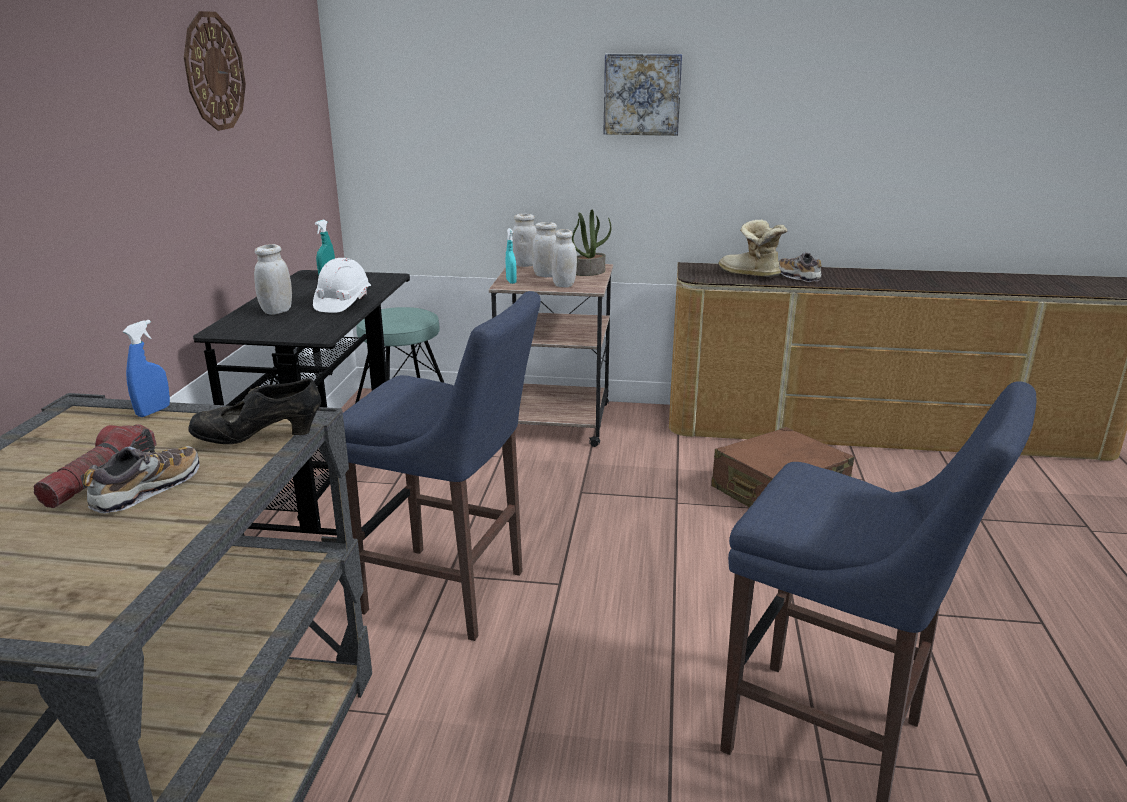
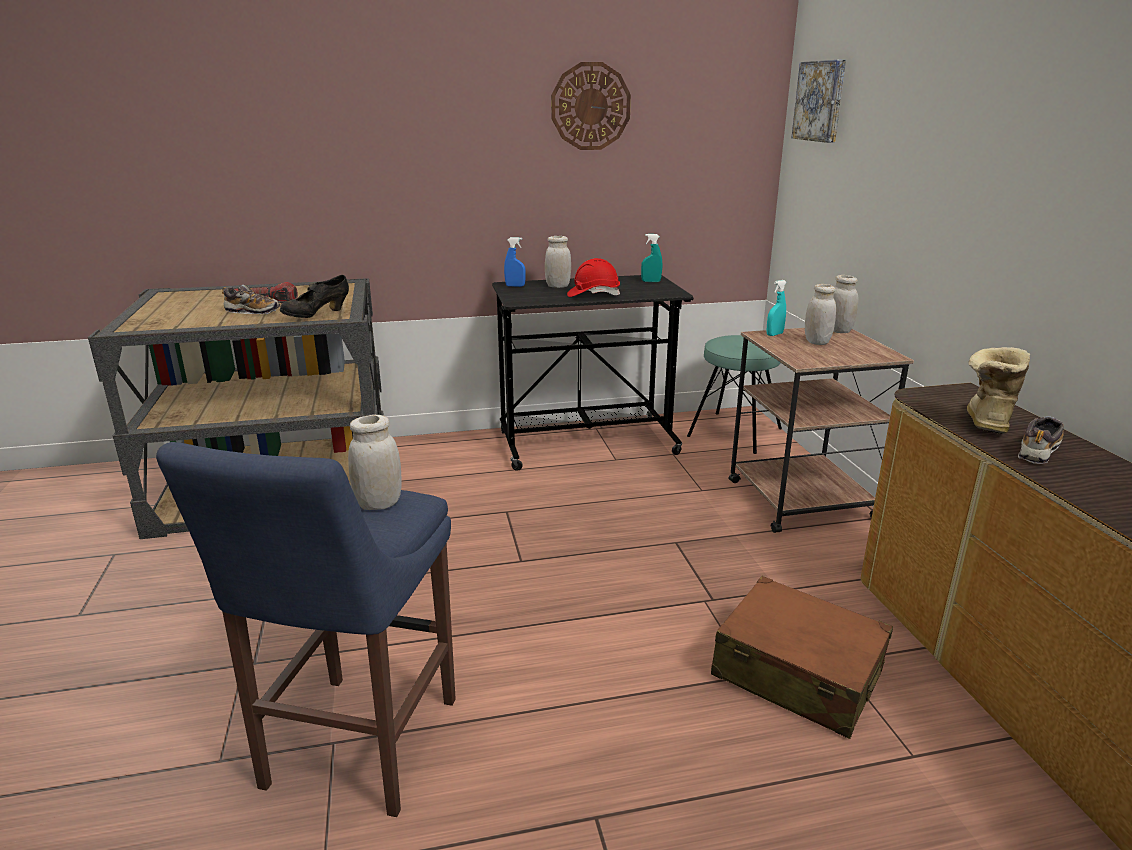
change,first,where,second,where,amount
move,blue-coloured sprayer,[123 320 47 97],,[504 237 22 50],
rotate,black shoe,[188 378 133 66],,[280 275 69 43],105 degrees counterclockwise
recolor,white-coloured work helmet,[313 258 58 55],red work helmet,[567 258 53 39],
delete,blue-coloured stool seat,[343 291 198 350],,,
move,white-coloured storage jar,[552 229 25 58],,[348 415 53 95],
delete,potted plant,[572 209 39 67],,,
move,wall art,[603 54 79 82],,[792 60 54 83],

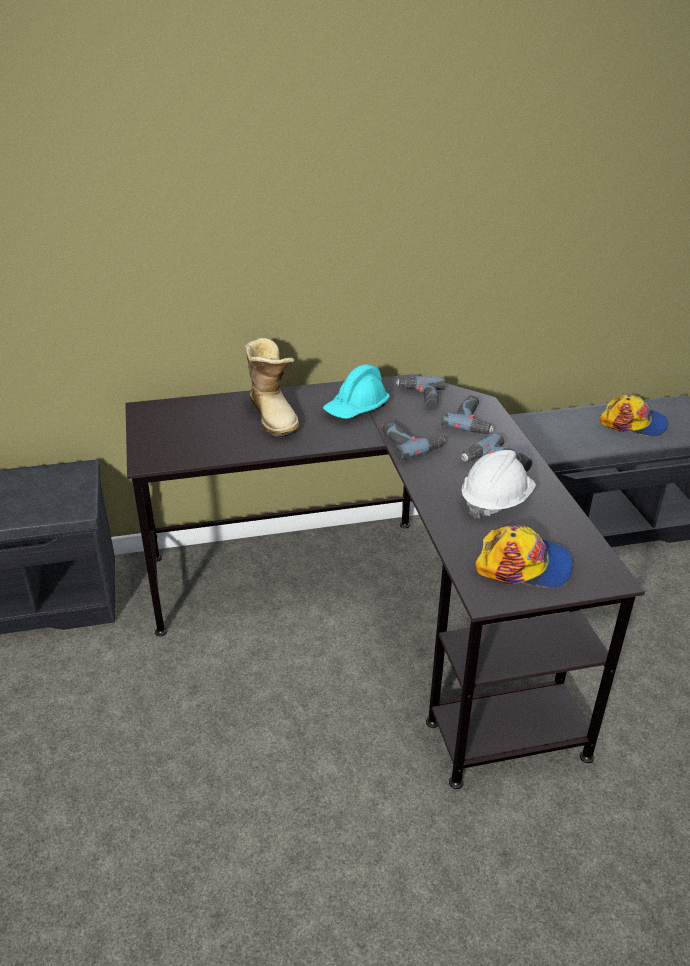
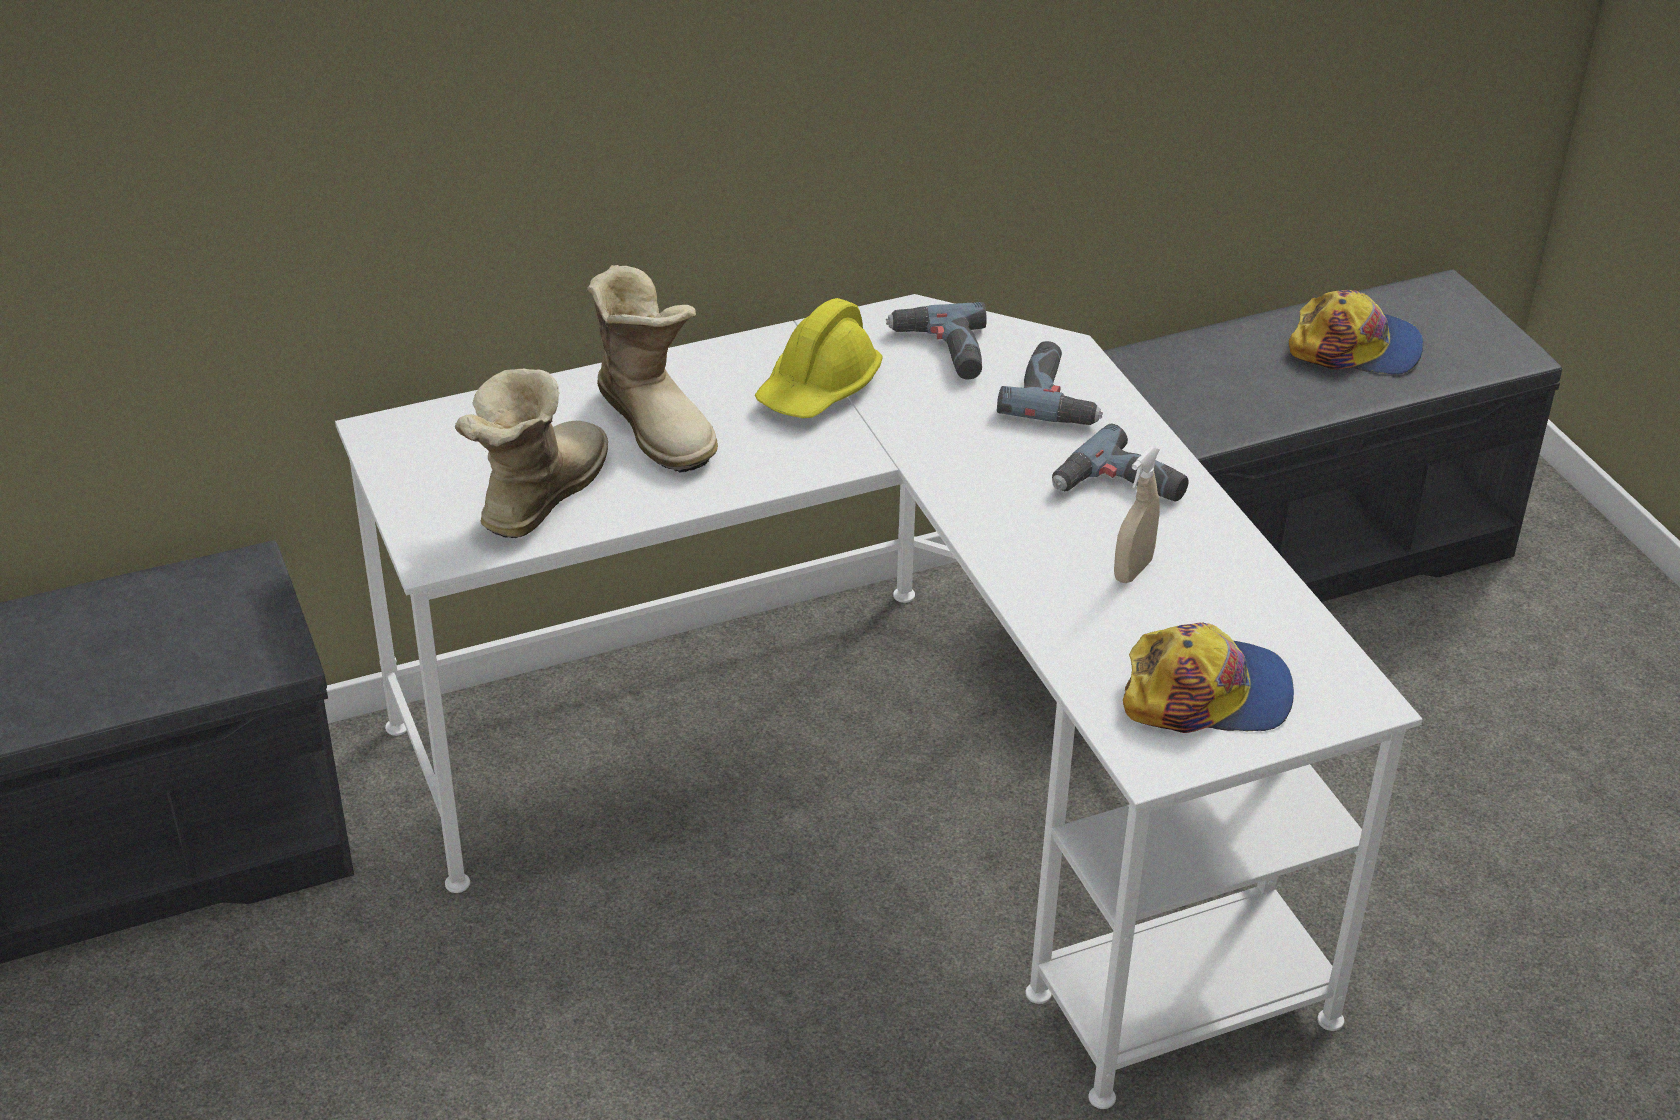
change,first,where,second,where,amount
recolor,black desk unit,[125 374 520 415],white-coloured desk unit,[335 294 1087 815],
recolor,turquoise work helmet,[323 364 67 55],yellow-coloured work helmet,[755 298 128 120],
delete,electric drill,[382 420 63 40],,,
replace,white-coloured work helmet,[461 450 75 69],beige-coloured sprayer,[1114 446 46 137],
insert,,,tall boot,[455 369 153 169],

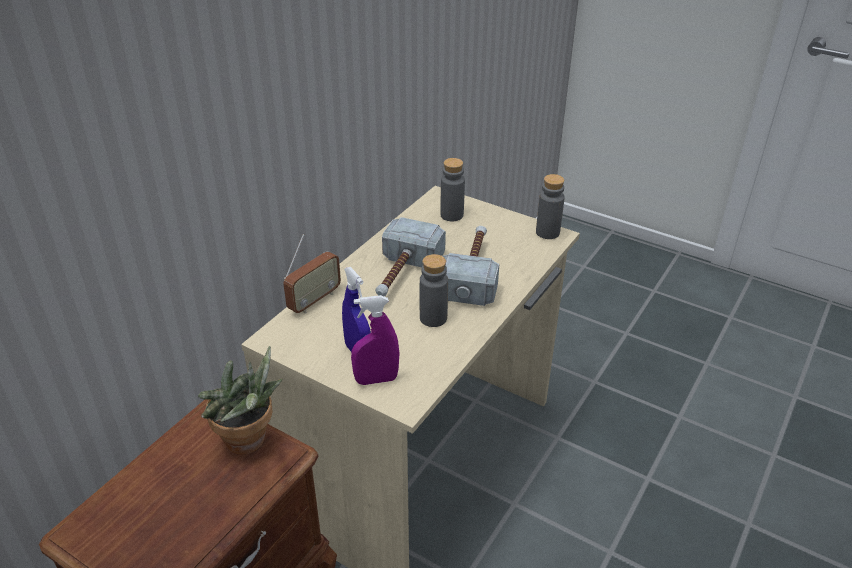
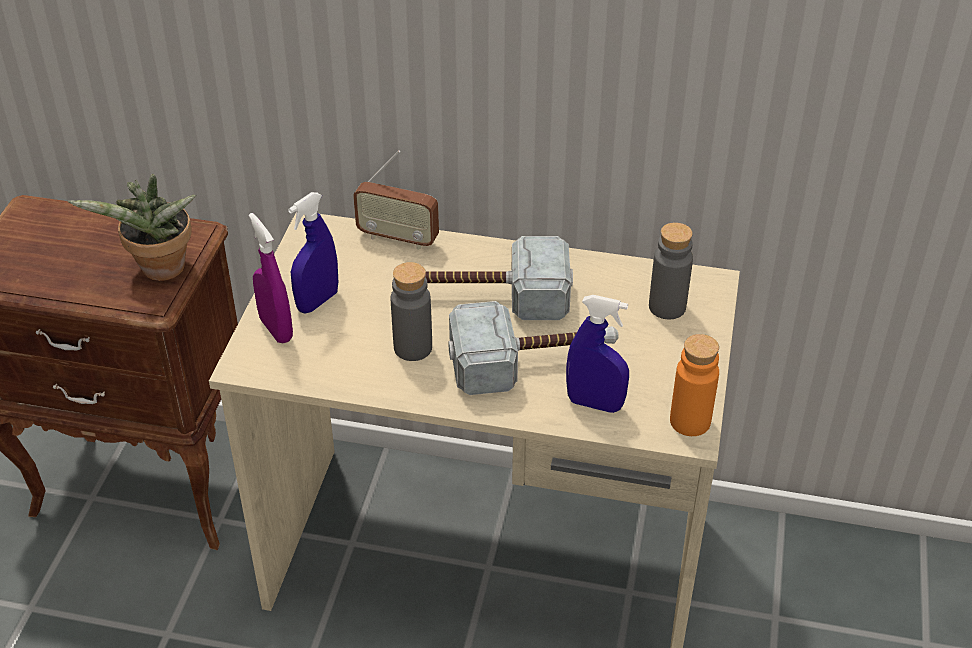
change,first,where,second,where,amount
recolor,gray drink bottle,[536 174 29 65],orange drink bottle,[670 334 49 102],
insert,,,blue-coloured sprayer,[566 295 63 118],

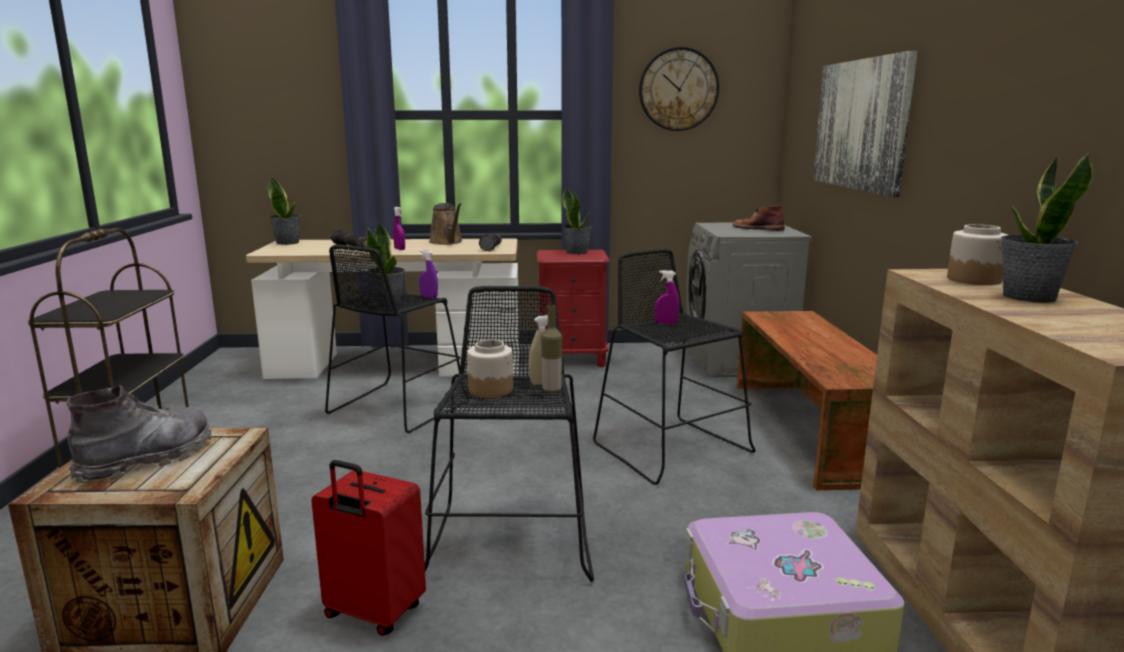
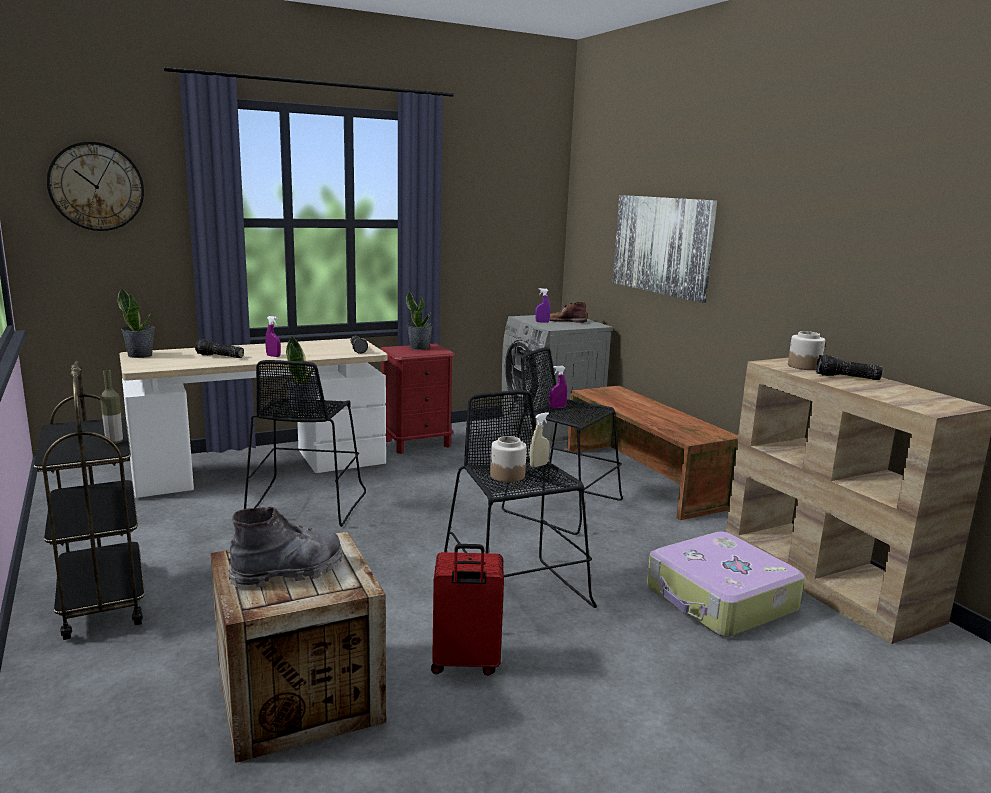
change,first,where,second,where,amount
rotate,gray tall boot,[66 385 146 99],,[228 507 115 80],45 degrees clockwise
move,purple sprayer,[419 250 19 48],,[535 288 16 35],
delete,brown-coloured watering pot,[429 203 34 42],,,
move,drink bottle,[541 305 21 88],,[100 370 23 74],
move,clock on the wall,[639 47 80 84],,[47 142 97 89],
replace,potted plant,[1001 153 93 150],torch,[816 355 67 25],

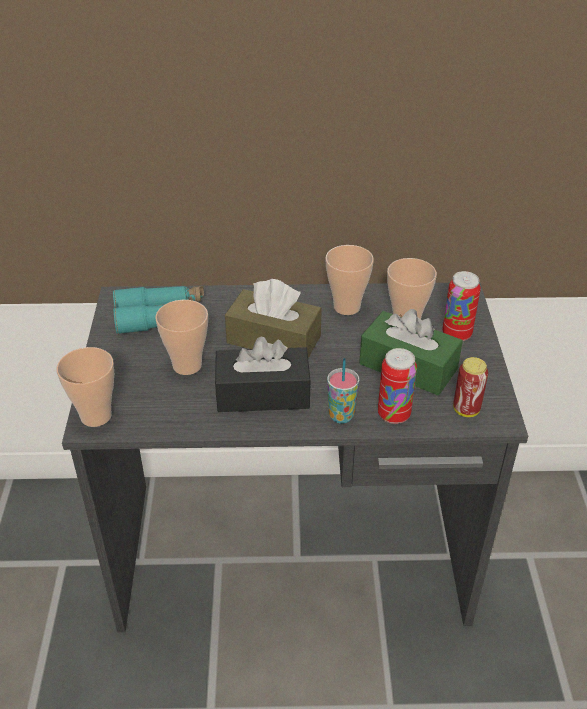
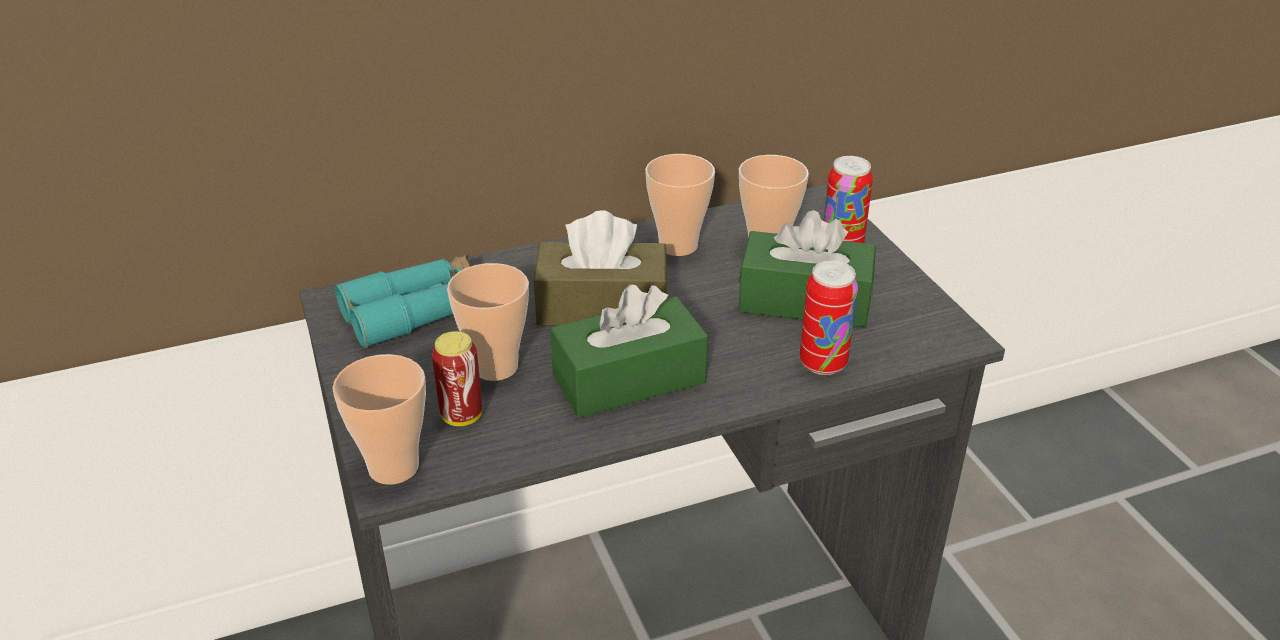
change,first,where,second,where,amount
recolor,black box of tissues,[215 336 96 76],green box of tissues,[550 284 158 134],
delete,small cup,[327 358 33 66],,,
move,metal can,[453 357 35 60],,[432 331 50 95],

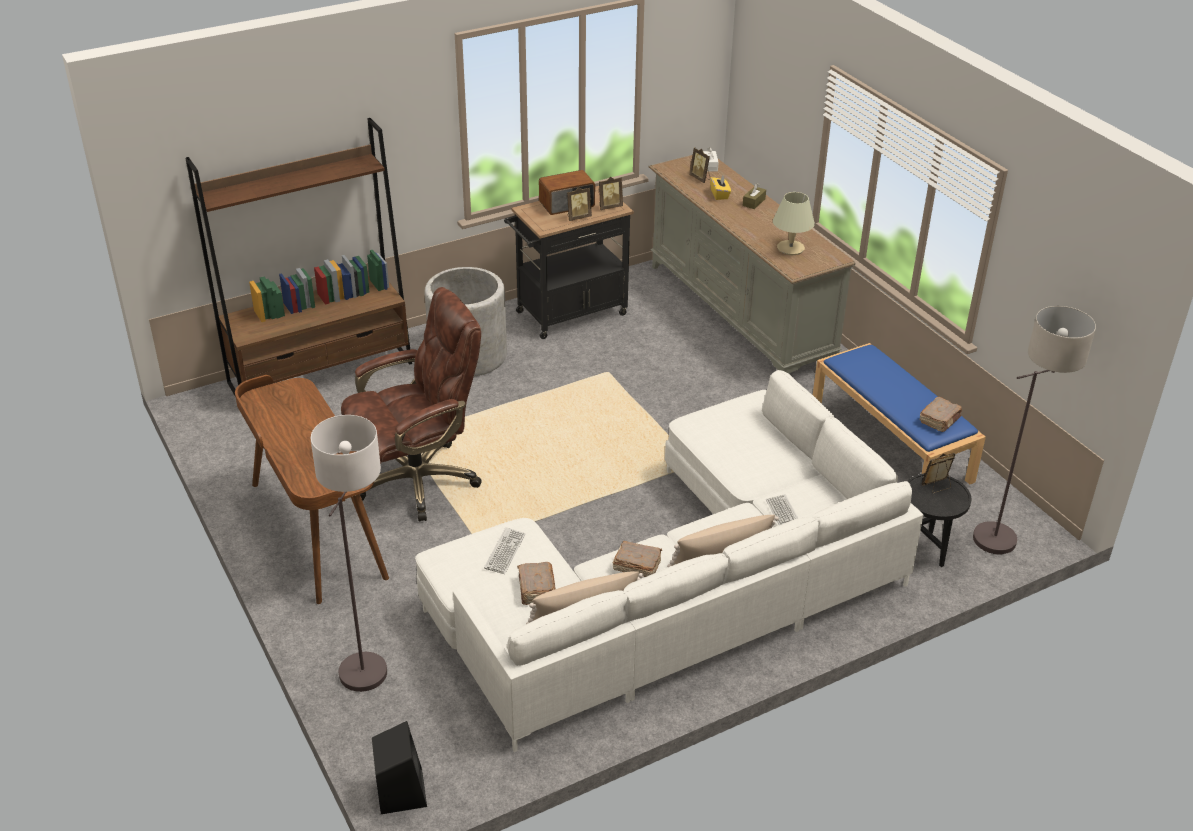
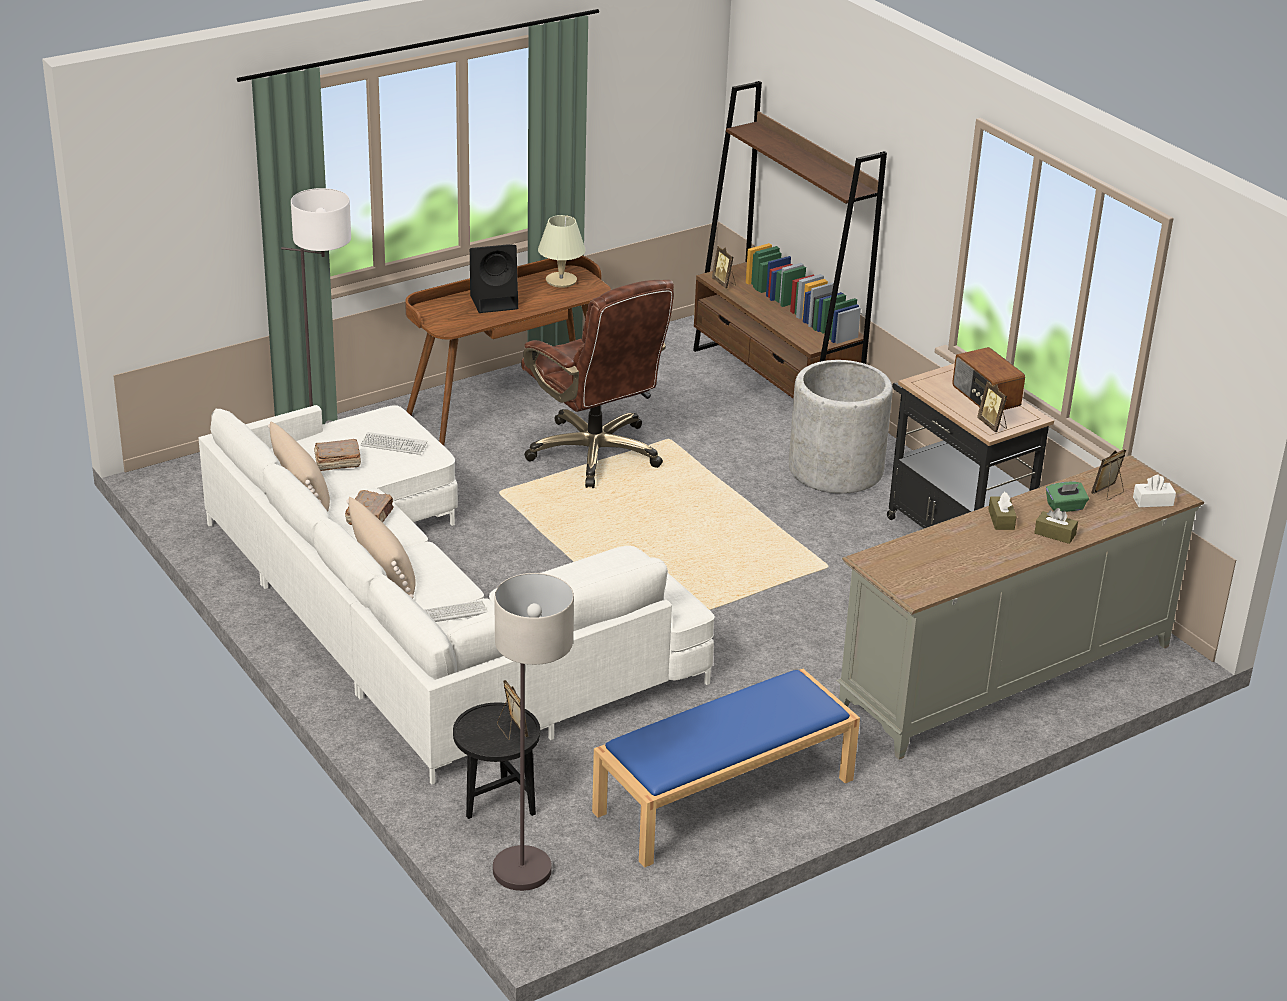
change,first,where,second,where,amount
move,black audio speaker,[372 721 55 93],,[470 244 48 69],
move,picture frame,[567 187 25 34],,[712 246 24 43],
recolor,yellow-coloured box of tissues,[710 175 21 25],green box of tissues,[1046 482 43 30],
move,beige-coloured tabletop lamp,[773 192 42 63],,[538 215 48 73],
delete,brown-coloured volume,[920 397 42 35],,,
insert,,,brown-coloured box of tissues,[988 492 29 38],

